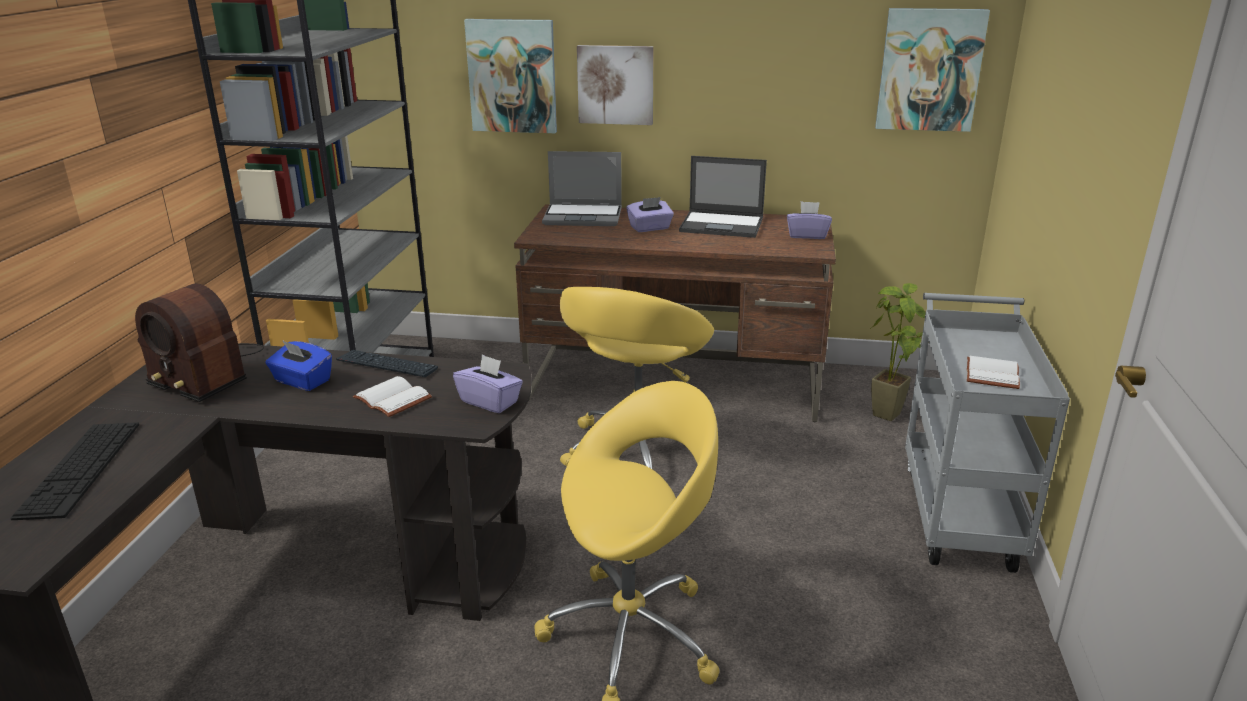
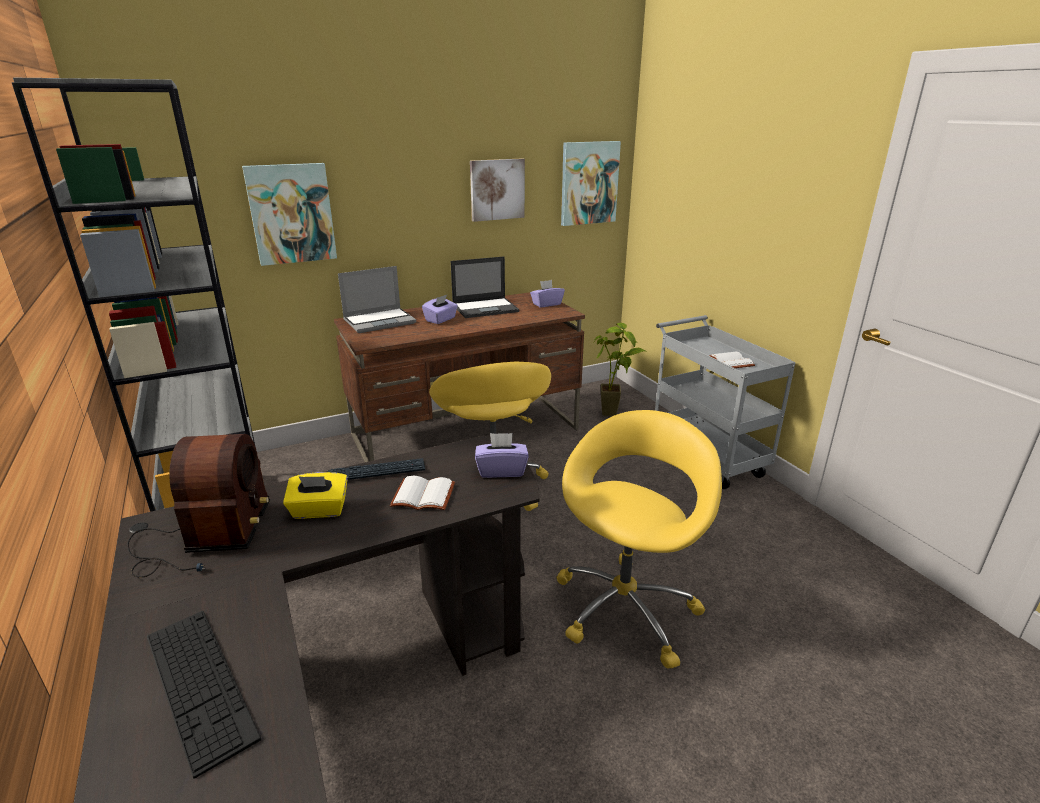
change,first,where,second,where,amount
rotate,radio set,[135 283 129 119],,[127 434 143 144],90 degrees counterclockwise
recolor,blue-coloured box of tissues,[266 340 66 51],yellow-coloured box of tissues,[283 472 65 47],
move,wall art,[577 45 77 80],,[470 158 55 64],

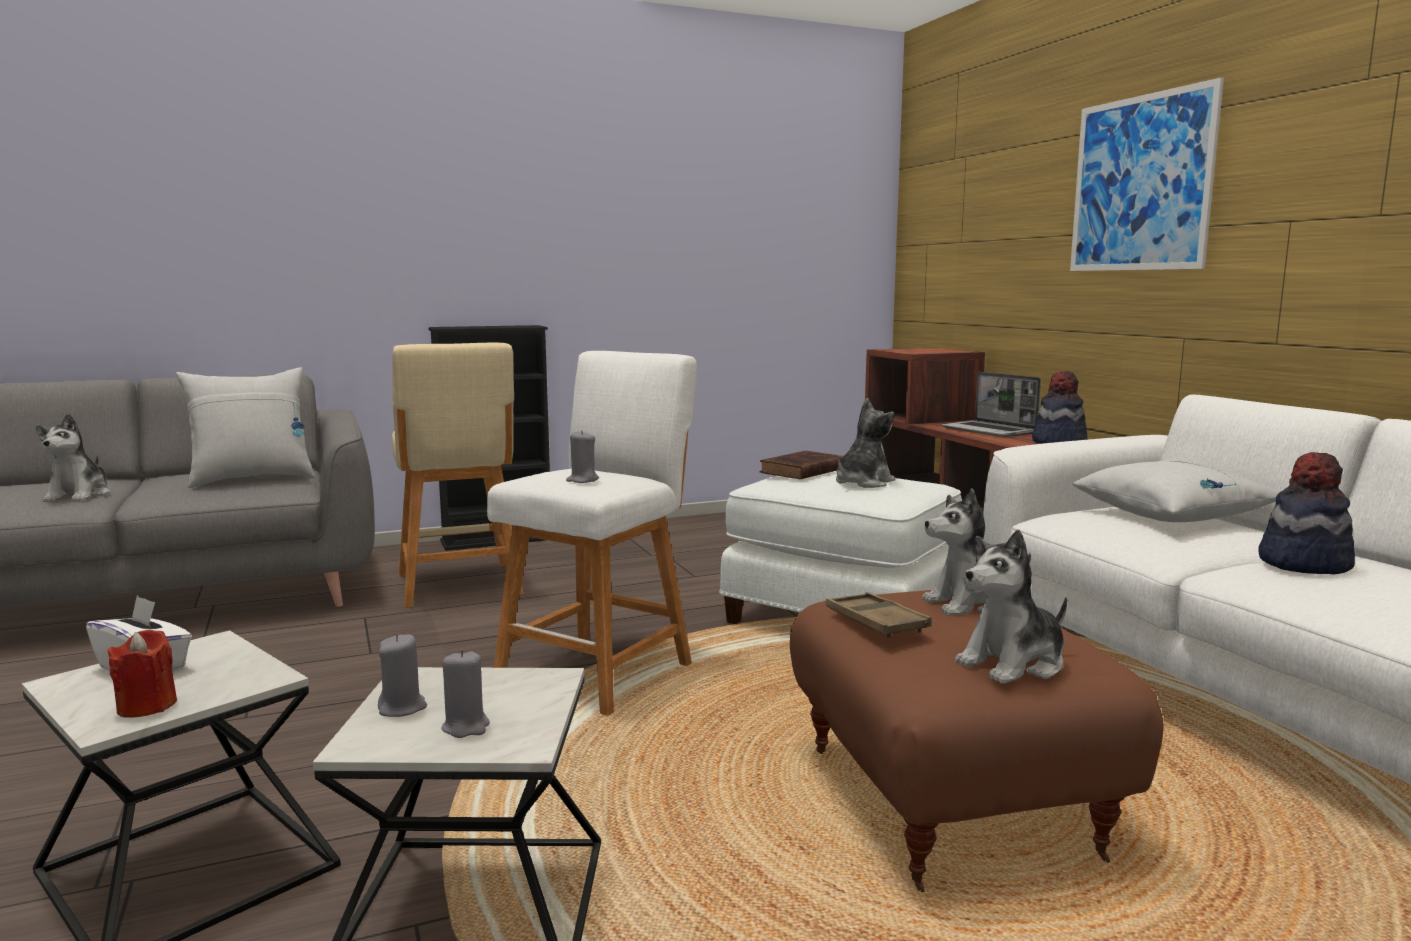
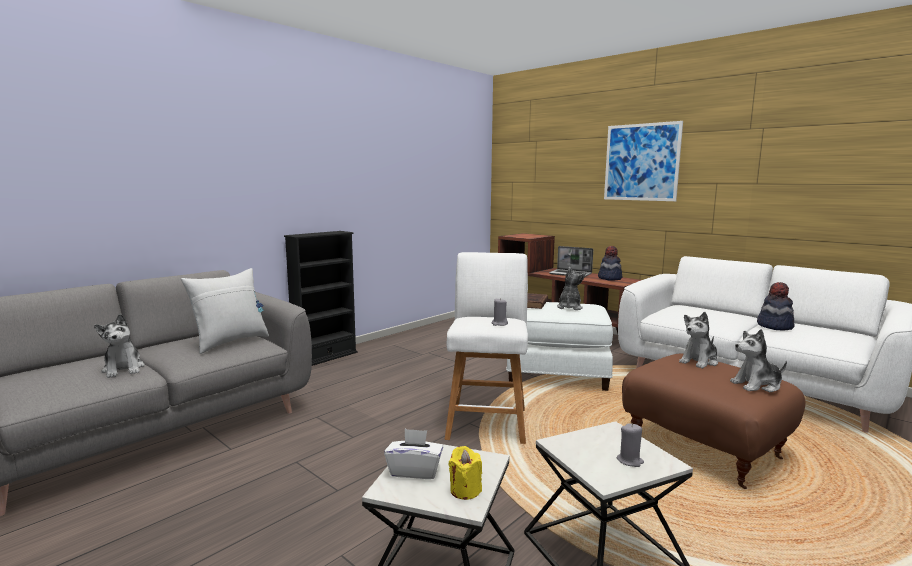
change,first,where,second,where,amount
recolor,red wax candle,[107 629 70 89],yellow-coloured wax candle,[449 446 33 54],
delete,gray wax candle,[378 634 49 83],,,
delete,beige-coloured stool seat,[392 343 132 265],,,
delete,brown-coloured carrying tray,[826 592 105 46],,,
rotate,soft toy,[955 529 112 155],,[730 329 57 63],45 degrees clockwise
delete,gray pillow,[1073 461 206 61],,,

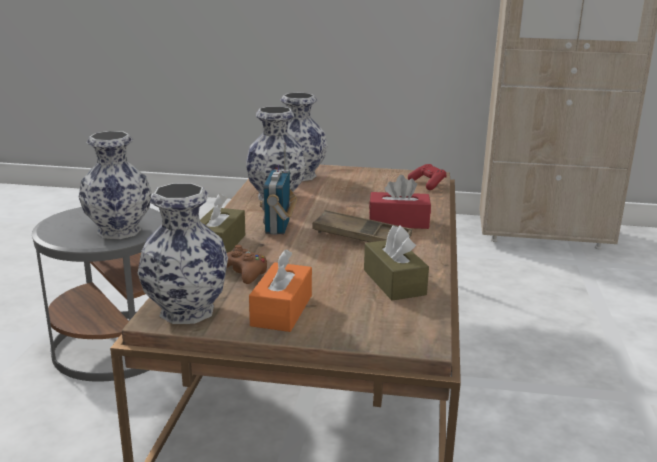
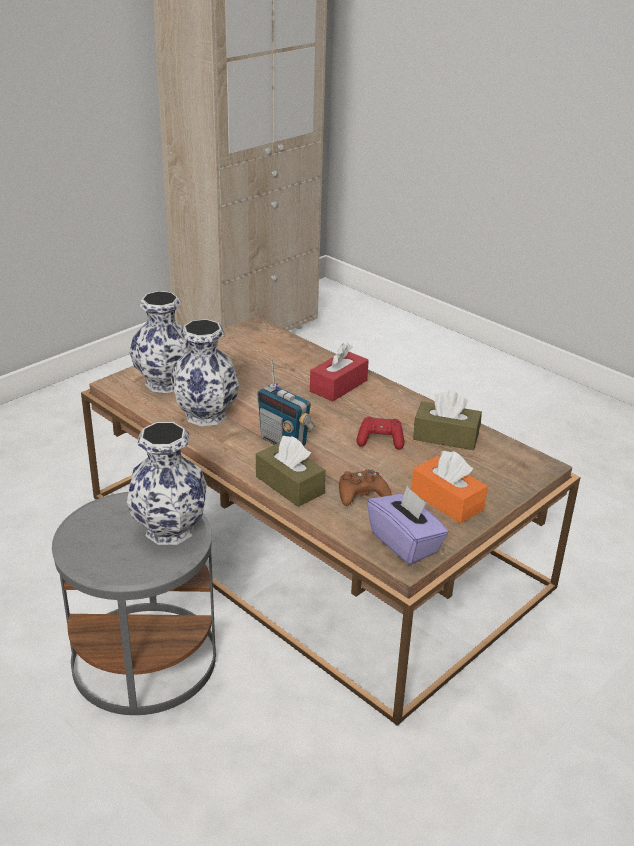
change,first,where,second,where,amount
replace,decorative vase,[138 183 90 141],purple box of tissues,[367 486 82 79],
delete,brown-coloured carrying tray,[312 210 100 32],,,
move,red game controller,[408 164 38 26],,[356 417 48 33],

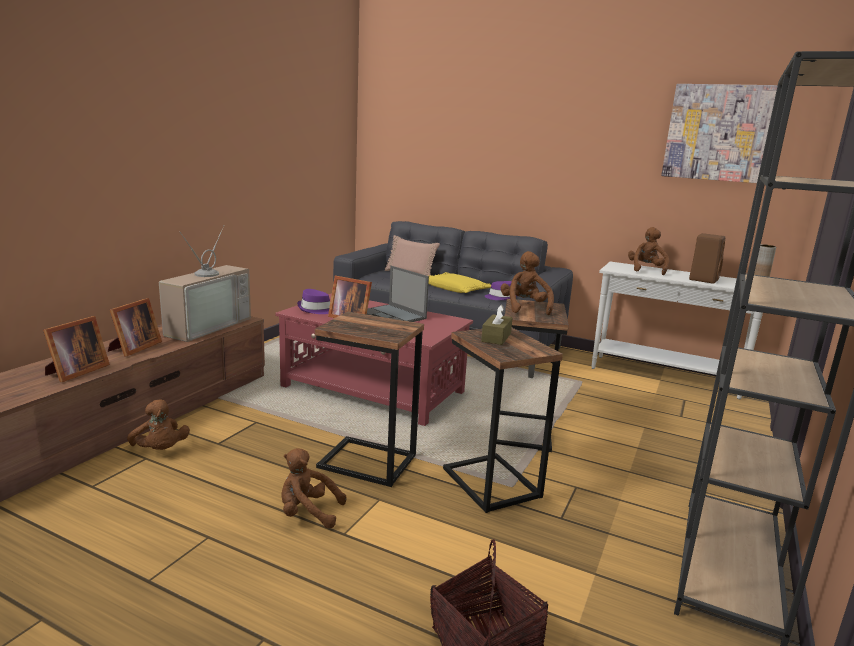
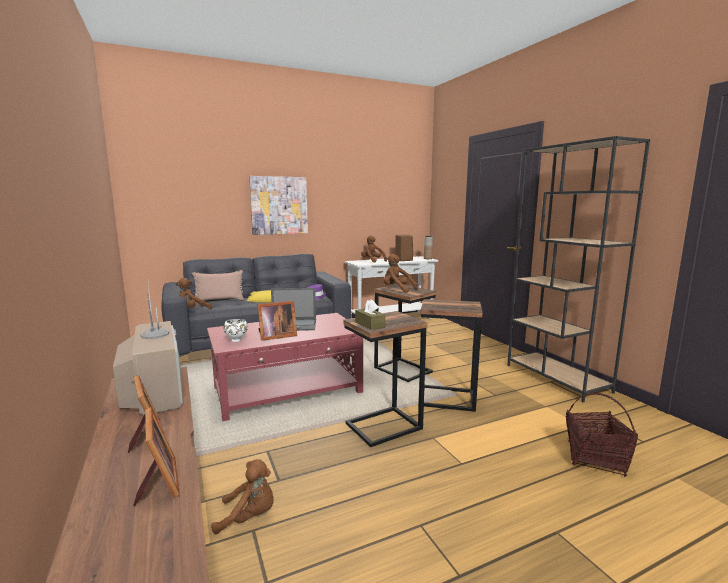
change,first,where,second,where,amount
move,brown-coloured soft toy,[281 448 65 80],,[176 278 37 31],
replace,purple wearable hat,[297 289 33 25],white-coloured deep dish,[223 319 25 23],
move,brown-coloured box of tissues,[481 305 31 40],,[355 299 30 31],
move,wall art,[661 84 117 99],,[249 176 59 59],

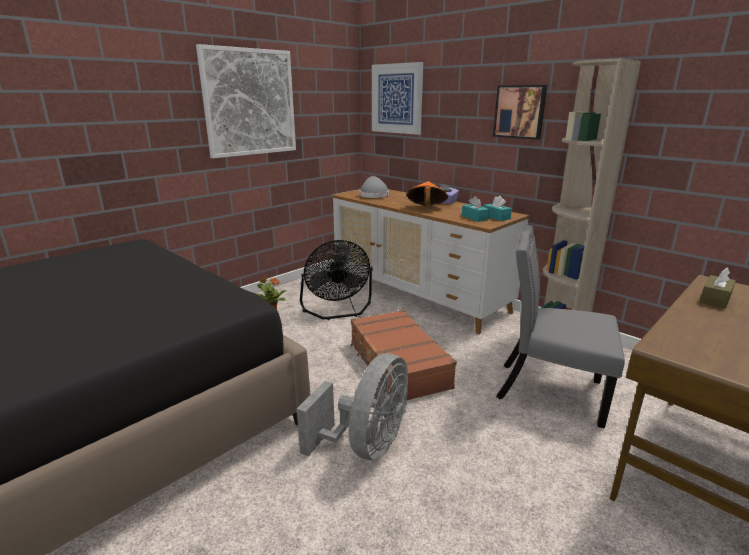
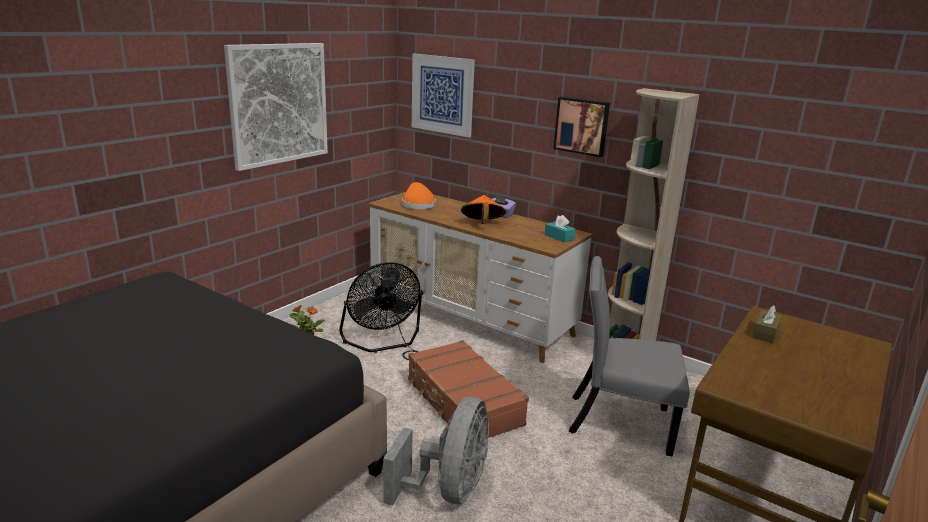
change,first,where,second,where,amount
recolor,gray wearable hat,[360 176 29 22],orange wearable hat,[402 182 34 27],
delete,turquoise box of tissues,[462 196 27 26],,,

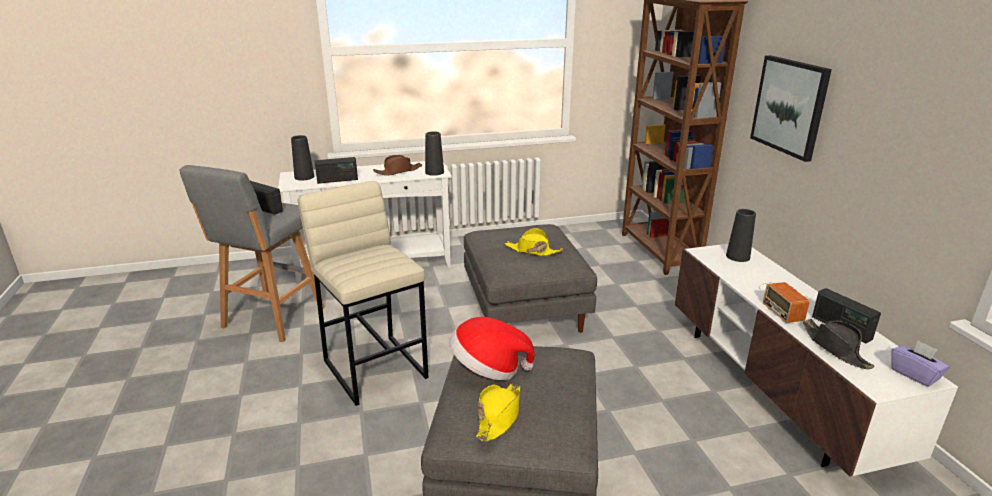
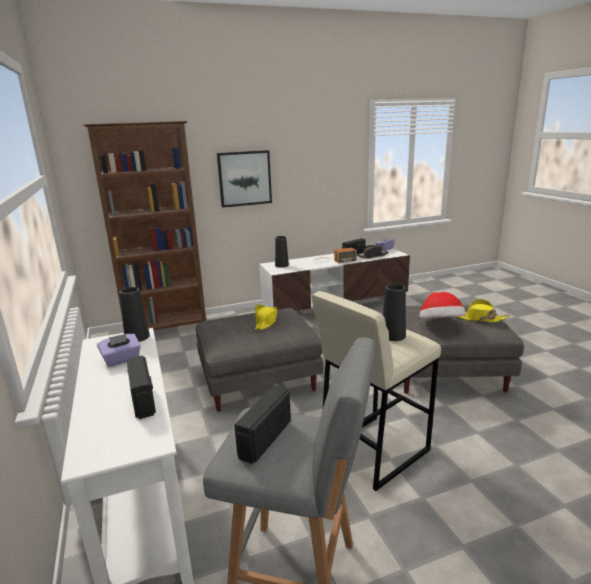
change,first,where,second,where,amount
move,black decorative vase,[291 135 23 45],,[383 284 23 57],
replace,brown-coloured wearable hat,[373 155 49 21],purple box of tissues,[97 334 44 33],

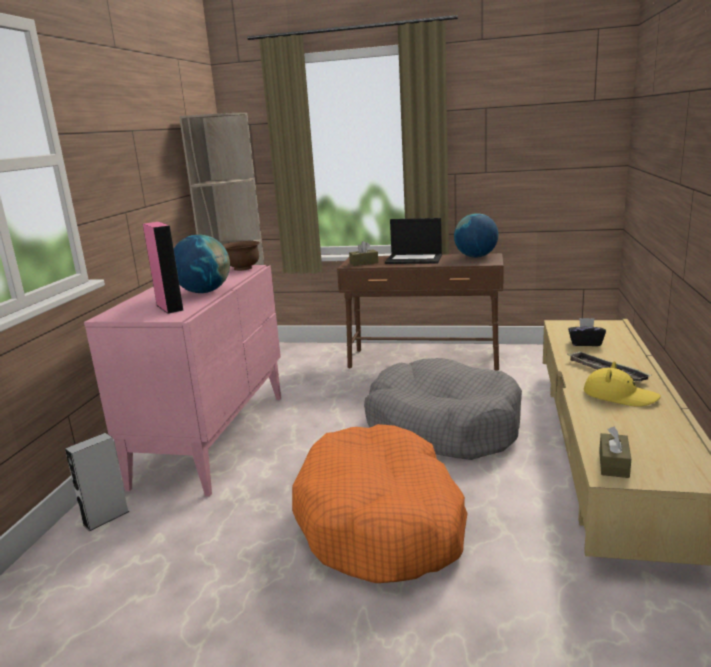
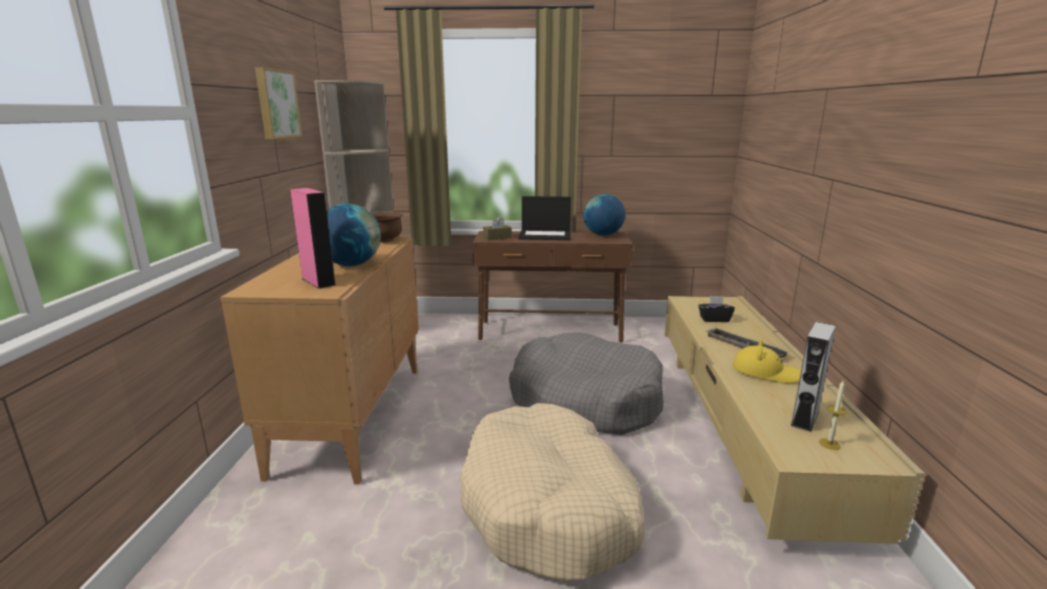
change,first,where,second,where,amount
move,gray audio speaker,[65 433 64 98],,[791 322 45 110],
recolor,pinkish storage cabinet,[84 265 197 232],brown-coloured storage cabinet,[220 237 199 248],
recolor,orange pet bed,[292 424 175 159],beige-coloured pet bed,[460 403 184 179],
delete,brown-coloured box of tissues,[599 427 32 51],,,
insert,,,wall art,[255 67 47 72],
insert,,,wax candle,[819 381 27 69],

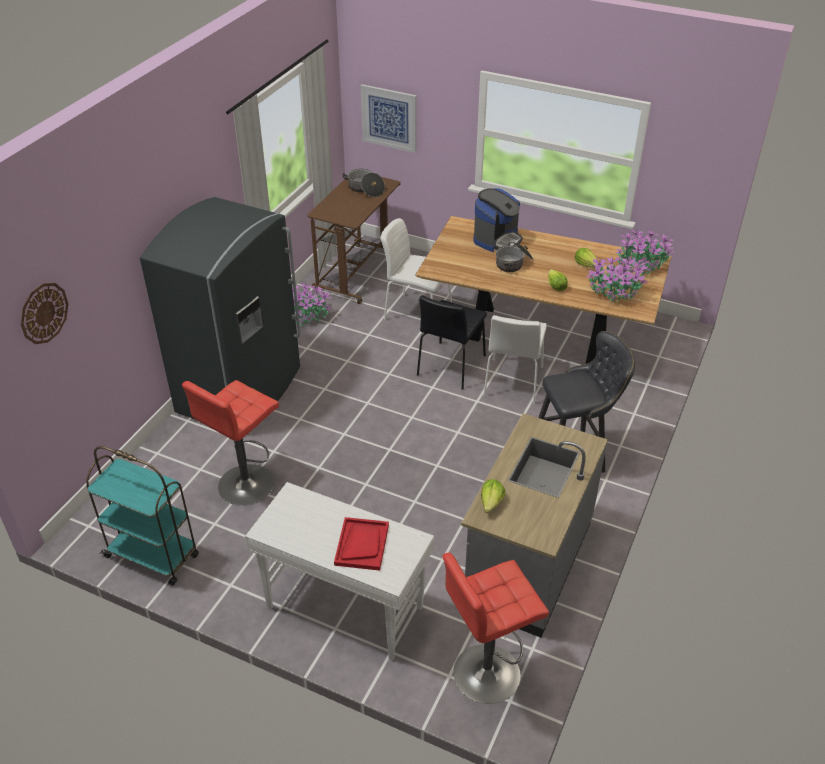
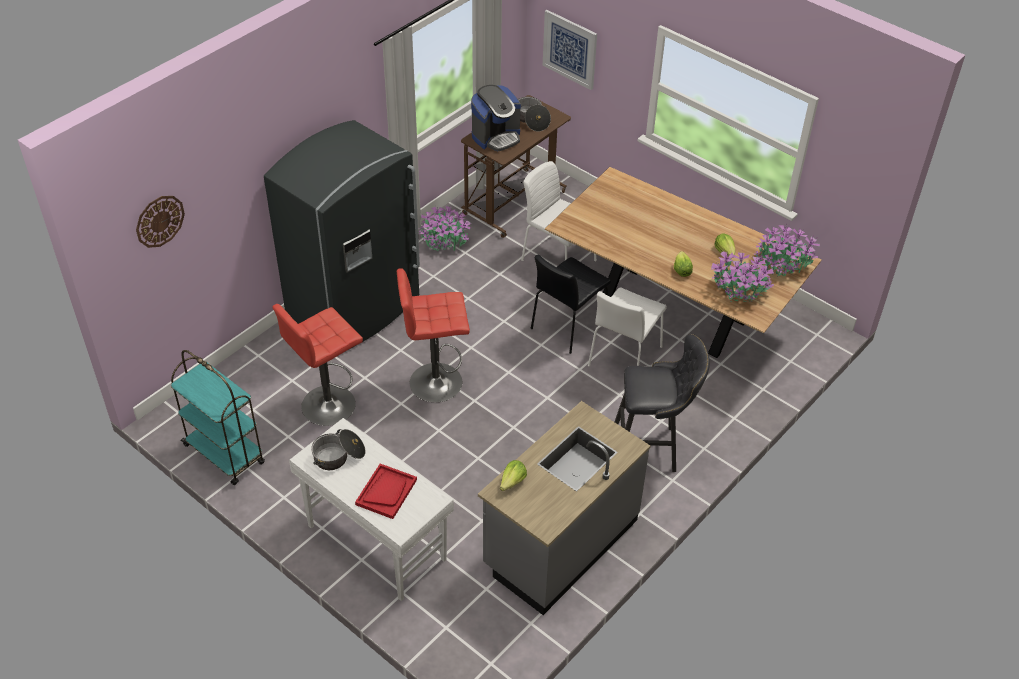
change,first,where,second,where,amount
move,red stool seat,[443 553 106 151],,[397 268 73 134],
move,coffee maker,[473 188 50 64],,[471 85 50 66],
move,saucepot,[496 242 38 30],,[311 429 54 41],

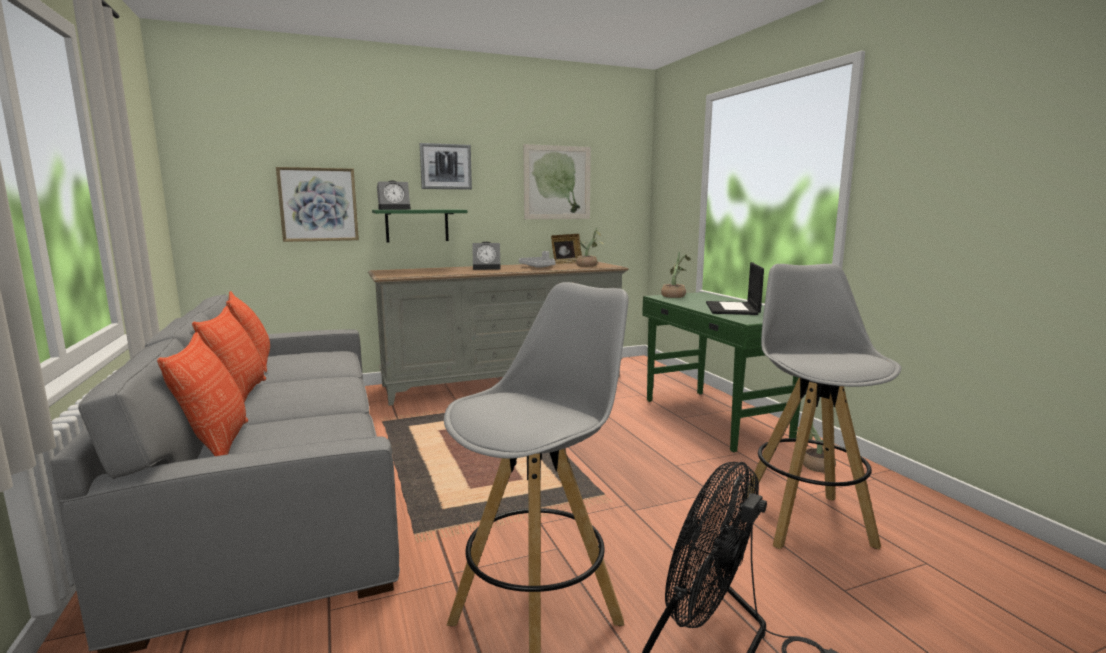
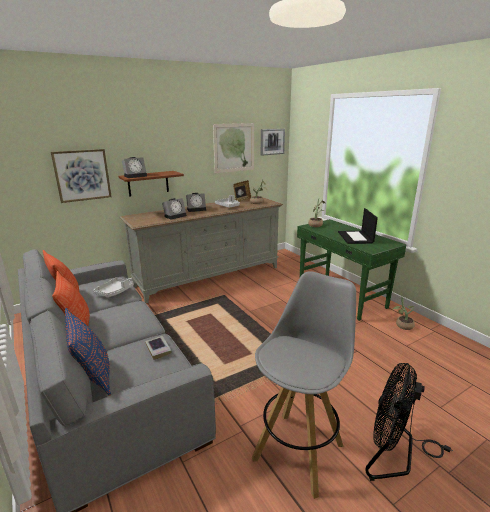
change,first,where,second,where,amount
recolor,orange pillow,[157 332 91 124],blue-coloured pillow,[65 308 46 88],
recolor,green bracket shelf,[372 210 95 32],brown-coloured bracket shelf,[118 171 66 26],
move,wall art,[420 143 52 46],,[261 129 24 27],
delete,gray stool seat,[747 264 154 285],,,
insert,,,gray carrying tray,[93 278 41 19],
insert,,,volume,[145 336 27 24],
insert,,,table clock,[162 198 25 22],

